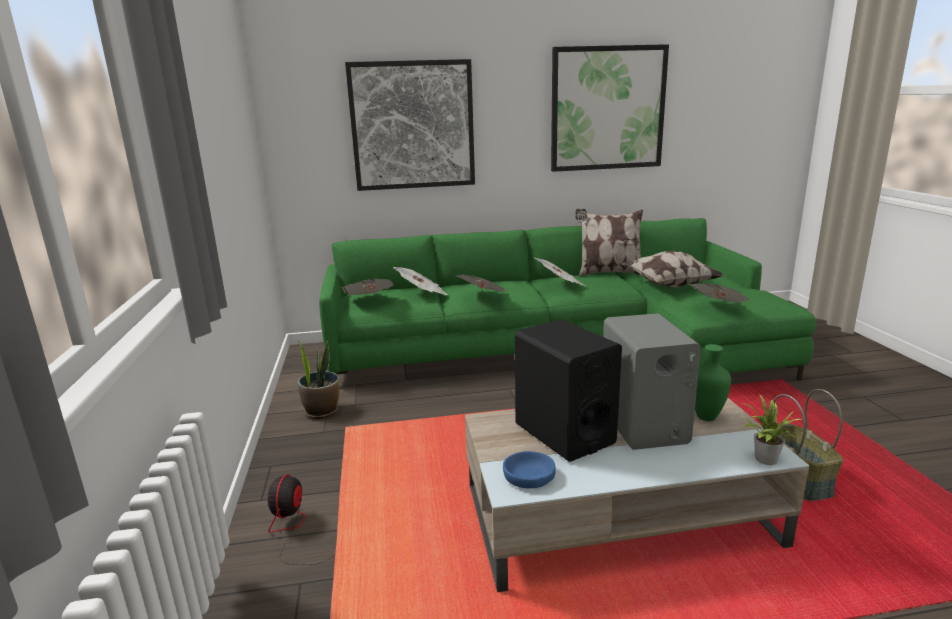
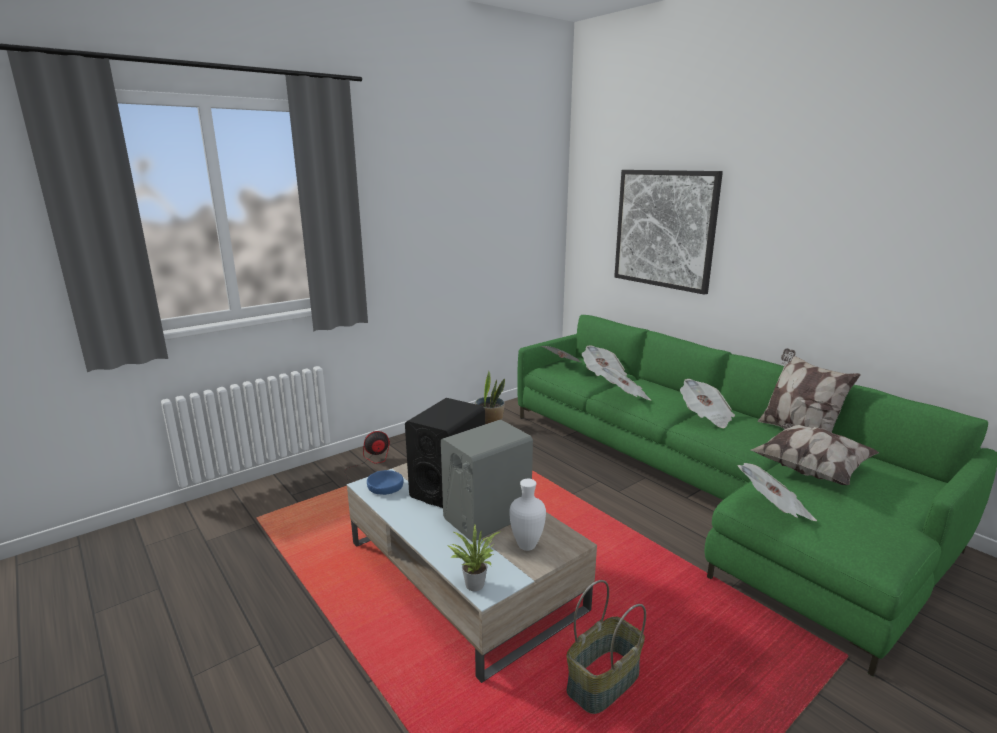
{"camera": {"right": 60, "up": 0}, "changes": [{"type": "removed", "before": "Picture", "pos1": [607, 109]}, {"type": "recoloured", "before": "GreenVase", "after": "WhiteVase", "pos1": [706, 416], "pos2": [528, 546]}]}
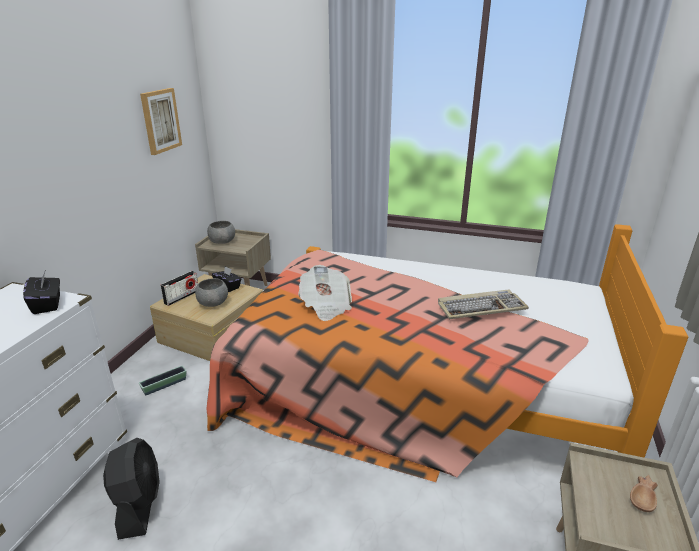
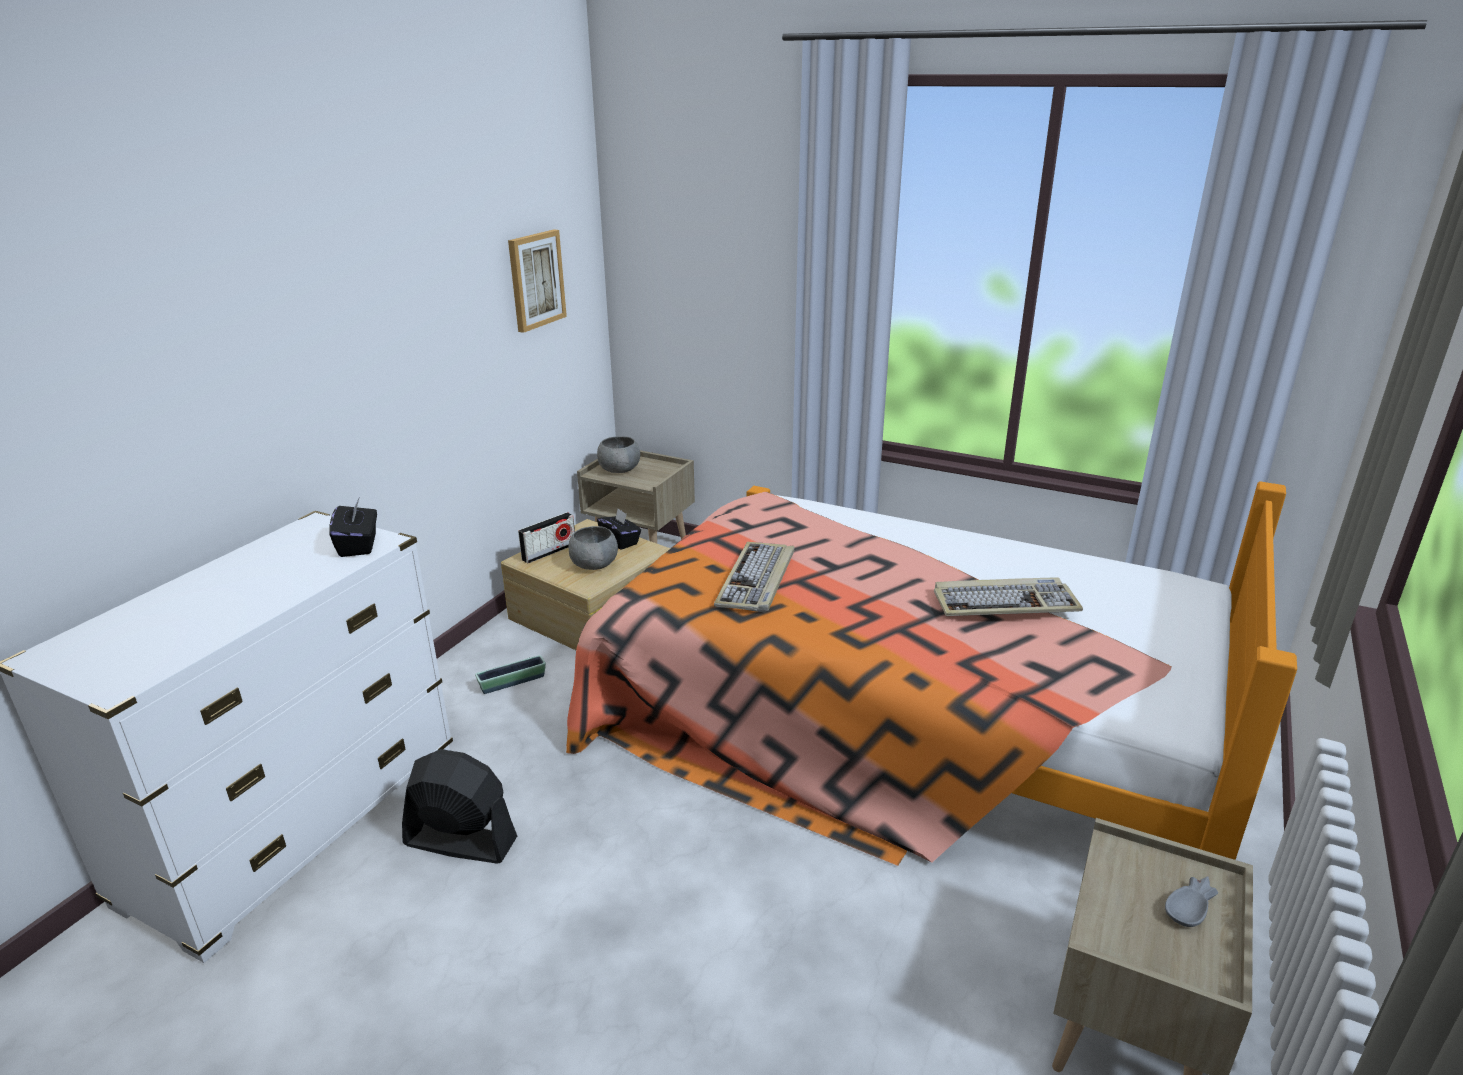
{"camera": {"right": 10, "up": 0}, "changes": [{"type": "turned", "before": "BlackFan", "pos1": [139, 504], "pos2": [460, 841], "turn": -75}, {"type": "replaced", "before": "Newspaper", "after": "Keyboard", "pos1": [325, 306], "pos2": [757, 580]}, {"type": "recoloured", "before": "BrownBowl", "after": "GreyBowl", "pos1": [644, 496], "pos2": [1192, 906]}]}
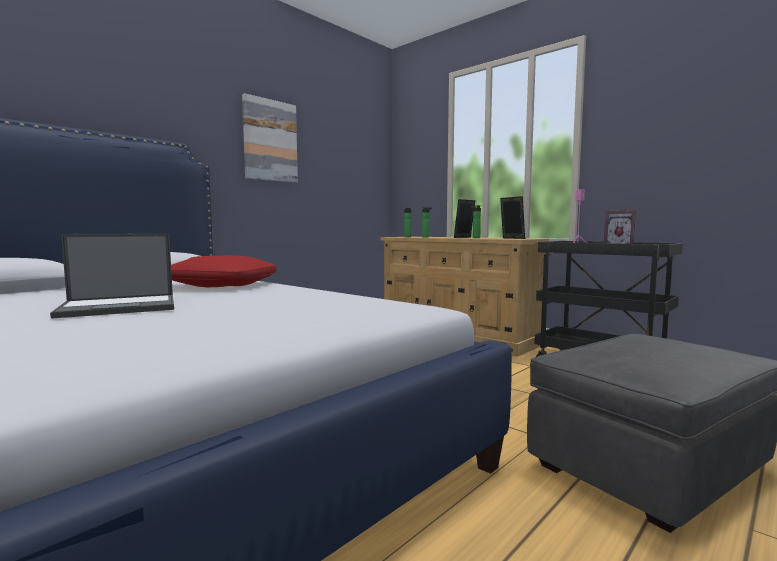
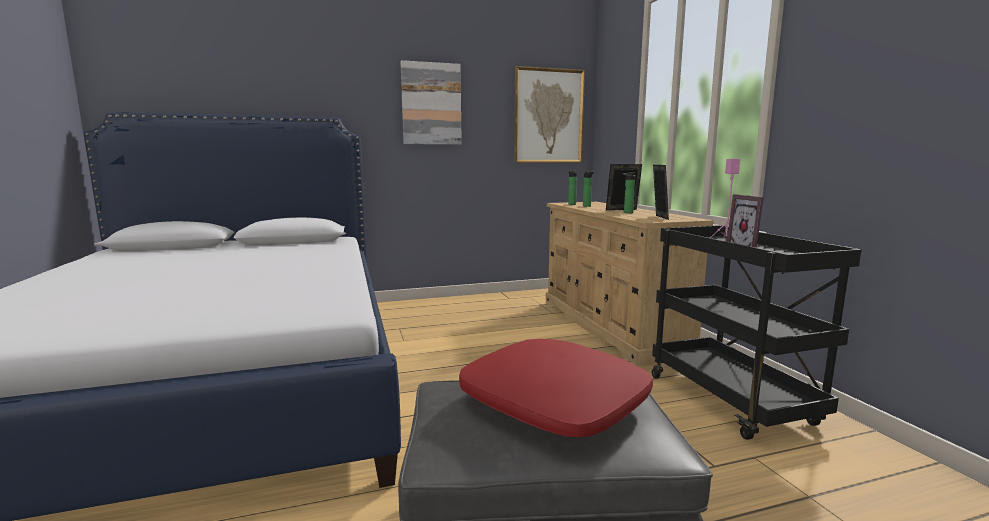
{"camera": {"right": 30, "up": 5}, "changes": [{"type": "removed", "before": "Laptop", "pos1": [121, 307]}, {"type": "moved", "before": "RedPillow", "pos1": [221, 285], "pos2": [553, 403]}, {"type": "added", "after": "Picture", "pos2": [548, 116]}]}
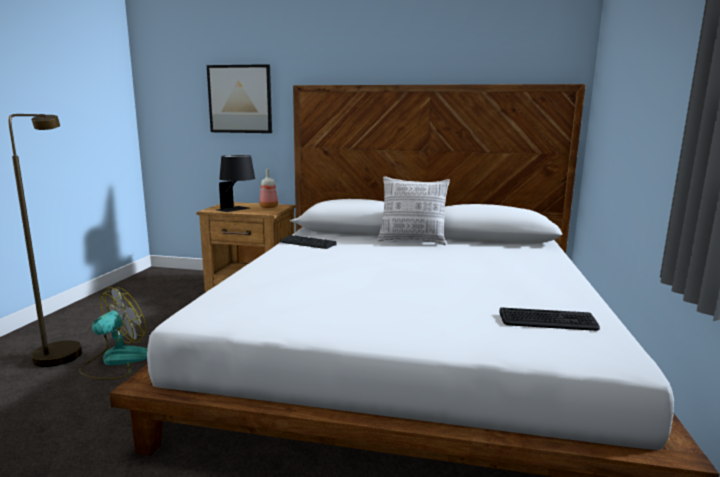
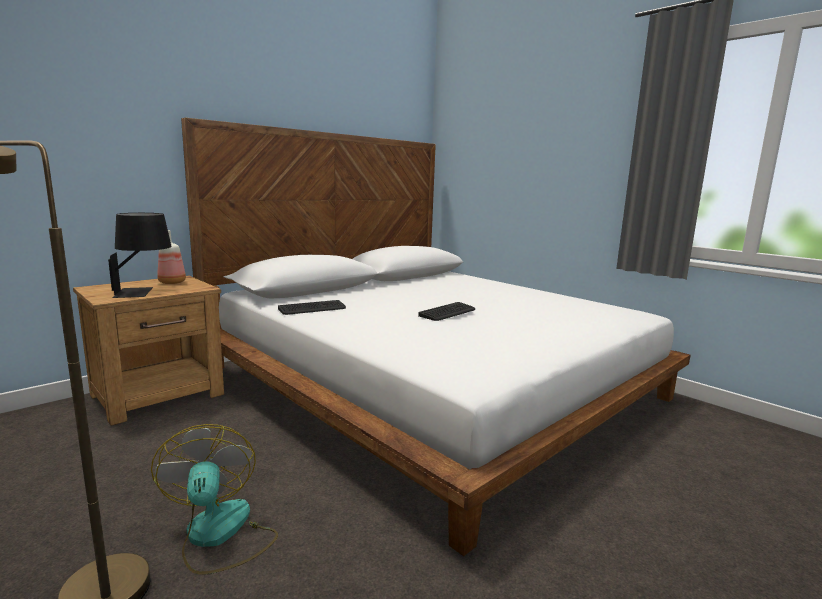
{"camera": {"right": -55, "up": 0}, "changes": [{"type": "removed", "before": "Picture", "pos1": [240, 99]}, {"type": "removed", "before": "Pillow", "pos1": [412, 241]}, {"type": "moved", "before": "Keyboard", "pos1": [547, 321], "pos2": [448, 312]}]}
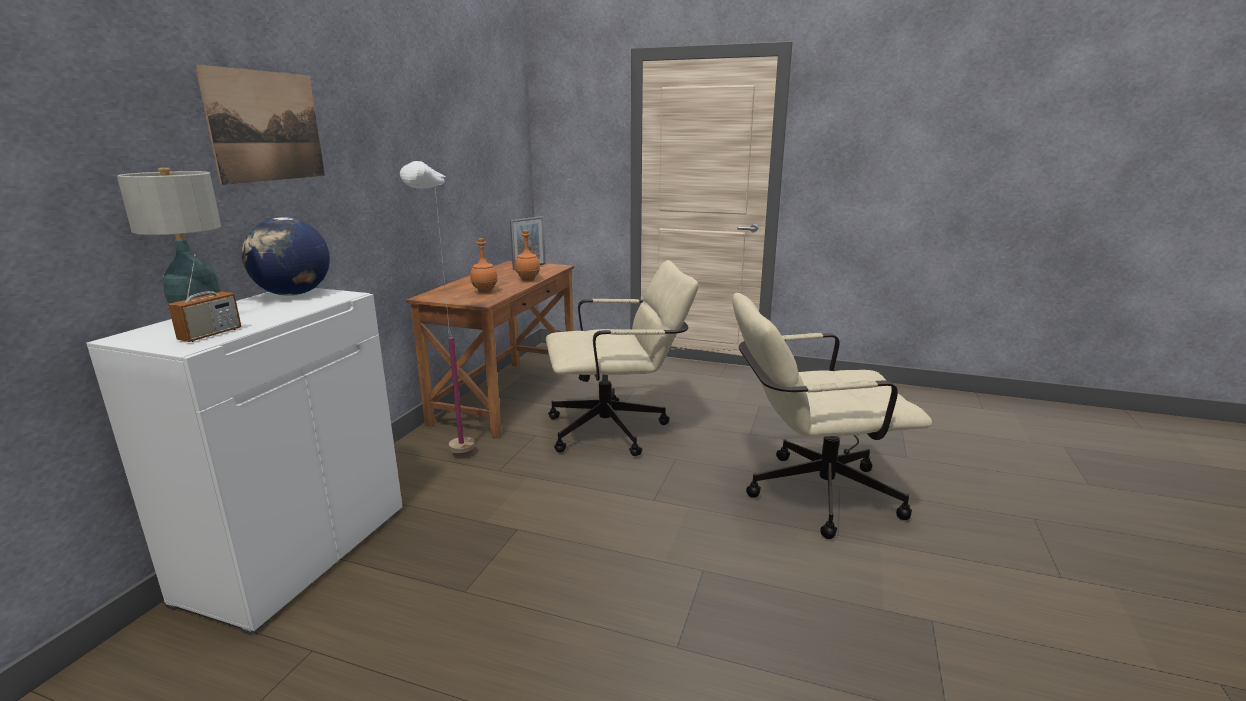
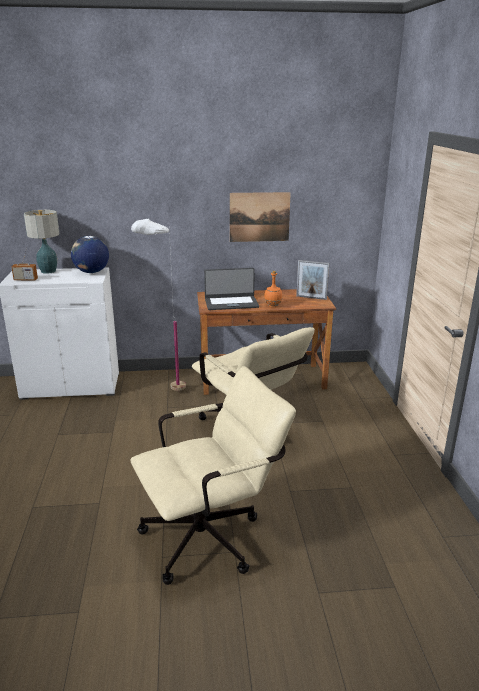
{"camera": {"right": 65, "up": 5}, "changes": [{"type": "moved", "before": "Picture", "pos1": [266, 126], "pos2": [259, 217]}, {"type": "replaced", "before": "OrangeBottle", "after": "Laptop", "pos1": [484, 292], "pos2": [231, 303]}, {"type": "turned", "before": "BeigeOfficeChair", "pos1": [809, 494], "pos2": [212, 536], "turn": 90}]}
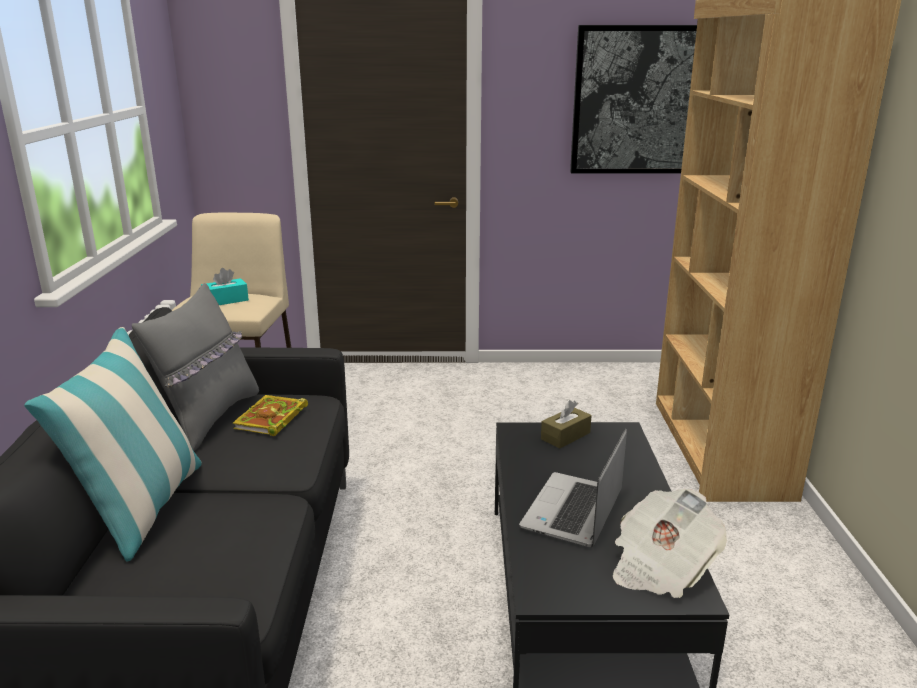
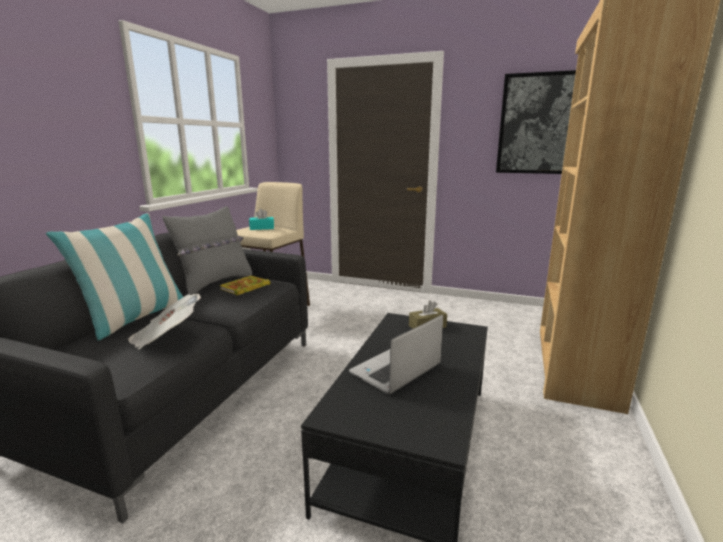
{"camera": {"right": 20, "up": -5}, "changes": [{"type": "moved", "before": "Newspaper", "pos1": [660, 566], "pos2": [166, 337]}]}
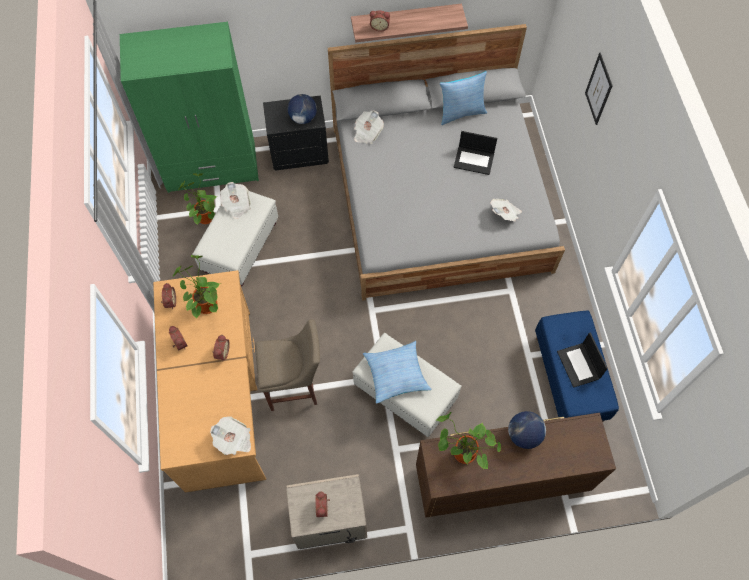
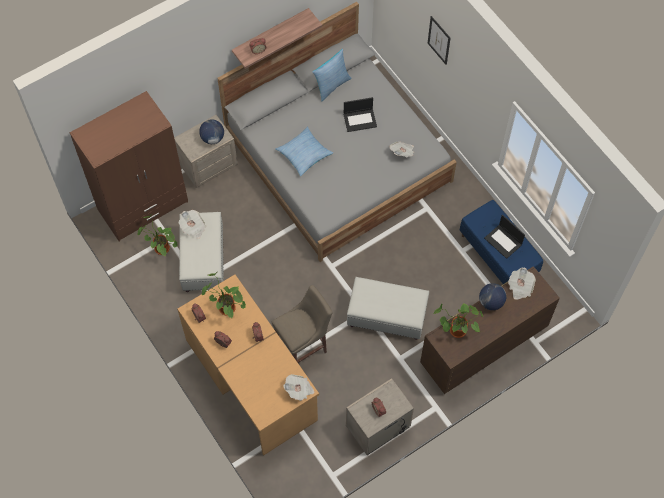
{"camera": {"right": -25, "up": 0}, "changes": [{"type": "recoloured", "before": "GreenWardrobe", "after": "BrownWardrobe", "pos1": [212, 167], "pos2": [143, 206]}, {"type": "recoloured", "before": "BlackNightstand", "after": "BeigeNightstand", "pos1": [299, 152], "pos2": [208, 165]}, {"type": "moved", "before": "Newspaper", "pos1": [367, 133], "pos2": [520, 287]}, {"type": "moved", "before": "Pillow", "pos1": [396, 374], "pos2": [304, 154]}]}
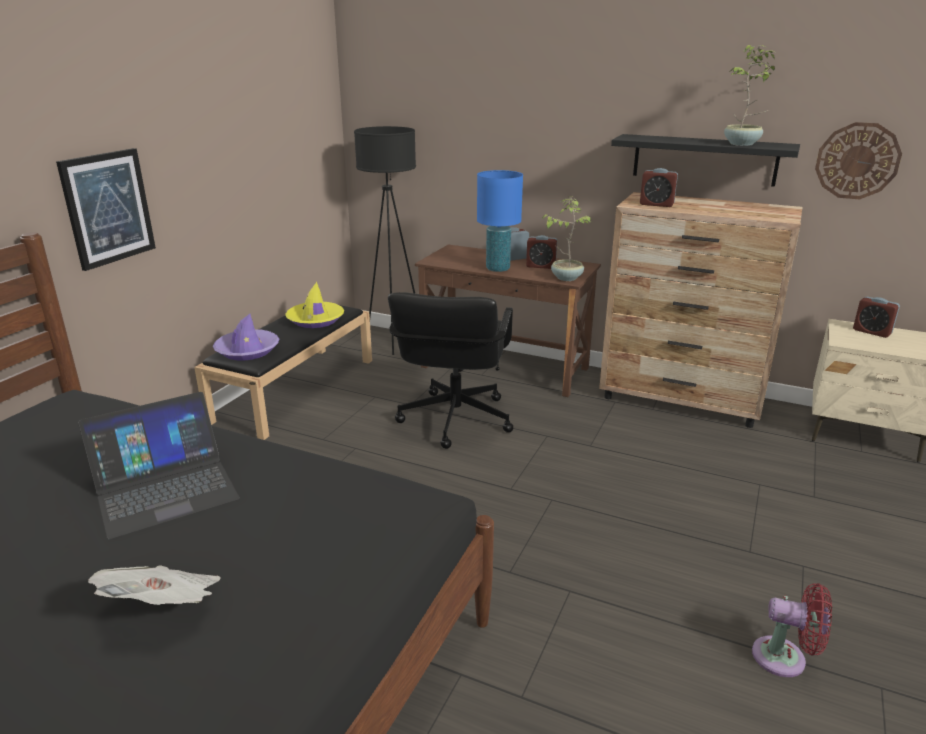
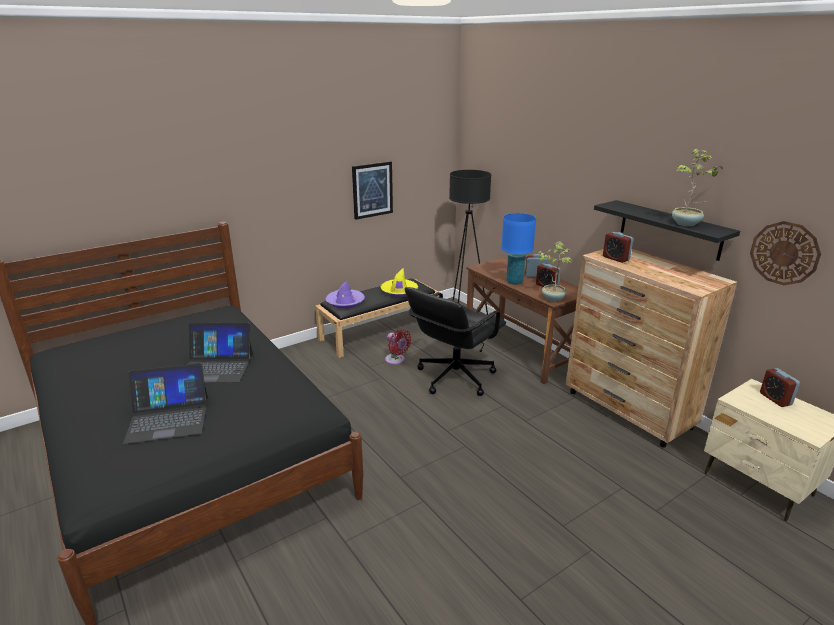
{"camera": {"right": 30, "up": 0}, "changes": [{"type": "moved", "before": "Picture", "pos1": [108, 208], "pos2": [372, 190]}, {"type": "replaced", "before": "Newspaper", "after": "Laptop", "pos1": [165, 606], "pos2": [168, 418]}, {"type": "moved", "before": "RedFan", "pos1": [785, 658], "pos2": [396, 360]}]}
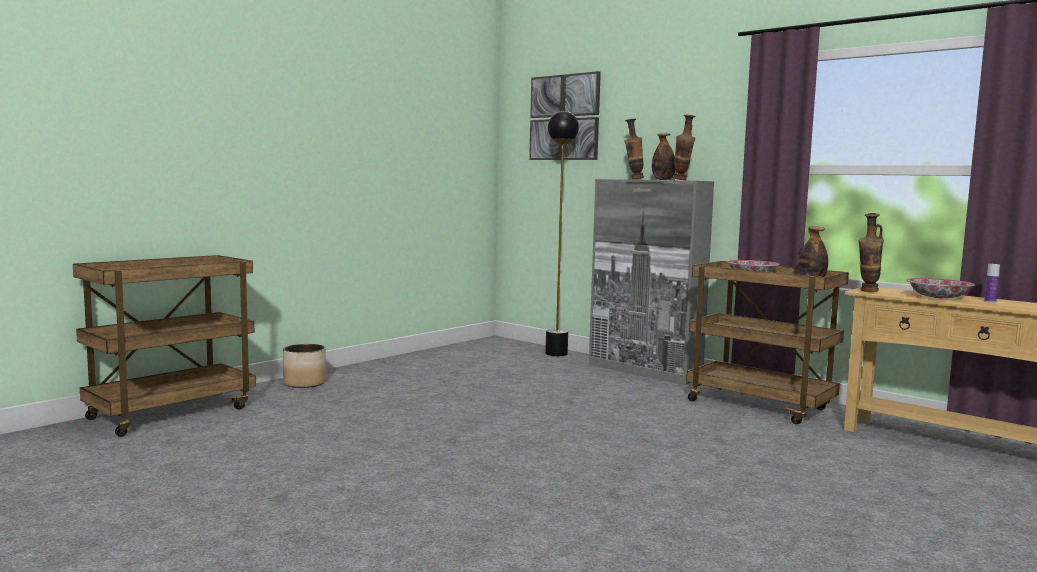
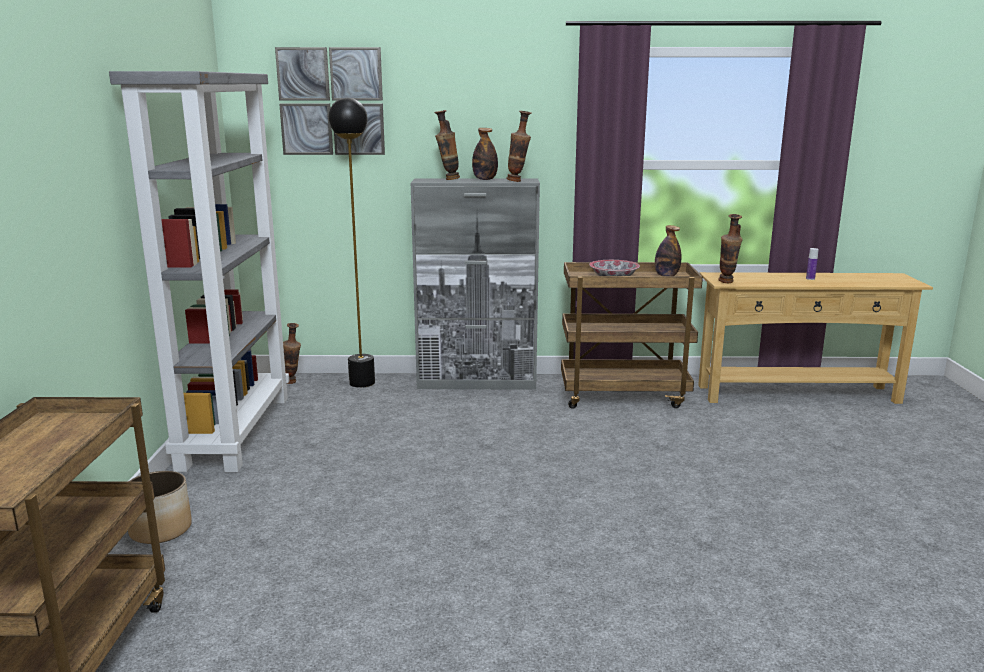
{"camera": {"right": -40, "up": 10}, "changes": [{"type": "removed", "before": "Bowl", "pos1": [937, 297]}, {"type": "added", "after": "GreyBookcase", "pos2": [235, 430]}, {"type": "added", "after": "Vase", "pos2": [293, 382]}]}
